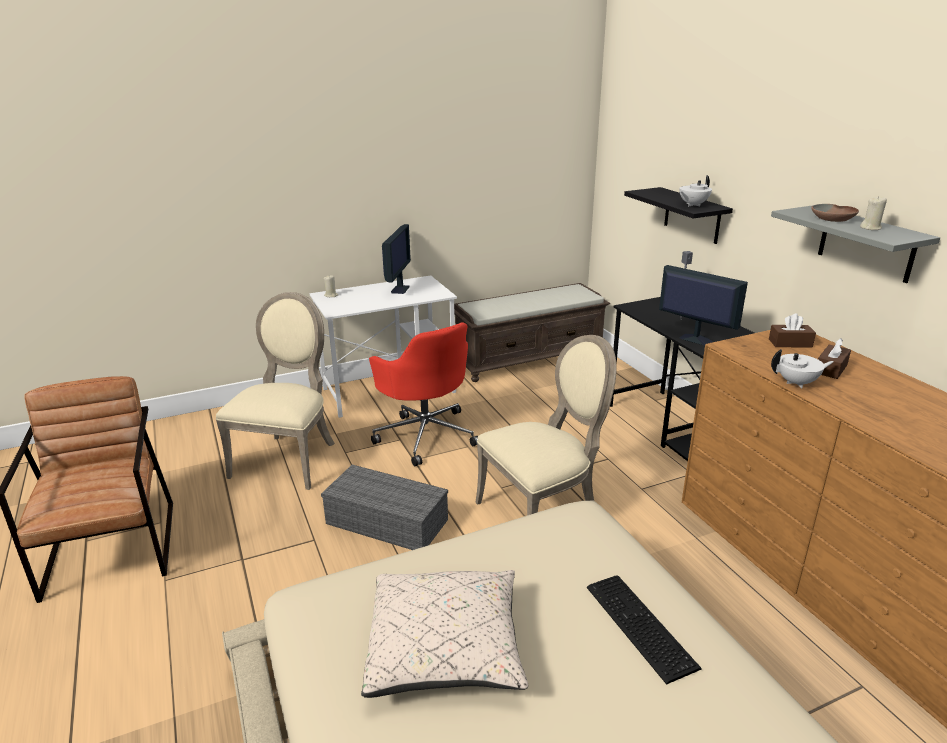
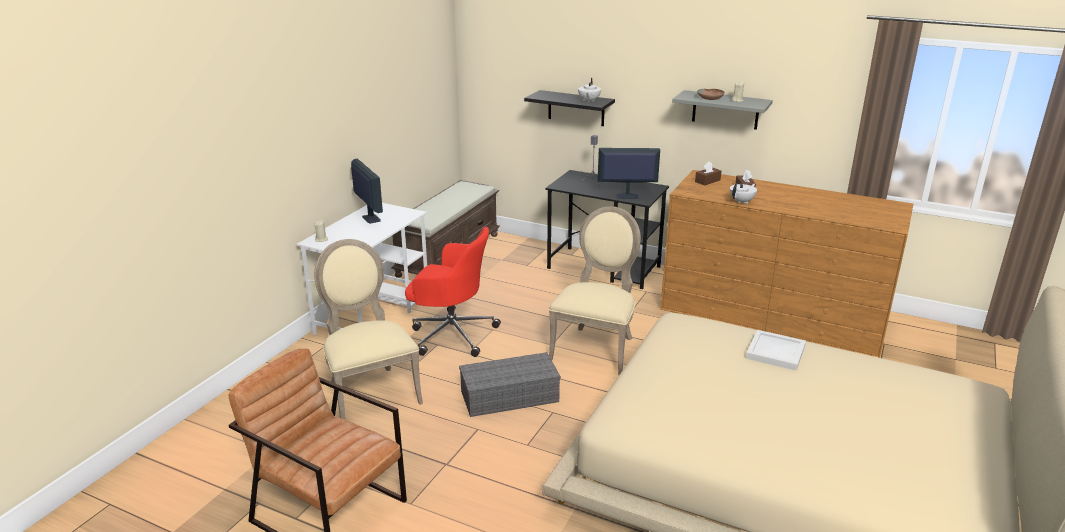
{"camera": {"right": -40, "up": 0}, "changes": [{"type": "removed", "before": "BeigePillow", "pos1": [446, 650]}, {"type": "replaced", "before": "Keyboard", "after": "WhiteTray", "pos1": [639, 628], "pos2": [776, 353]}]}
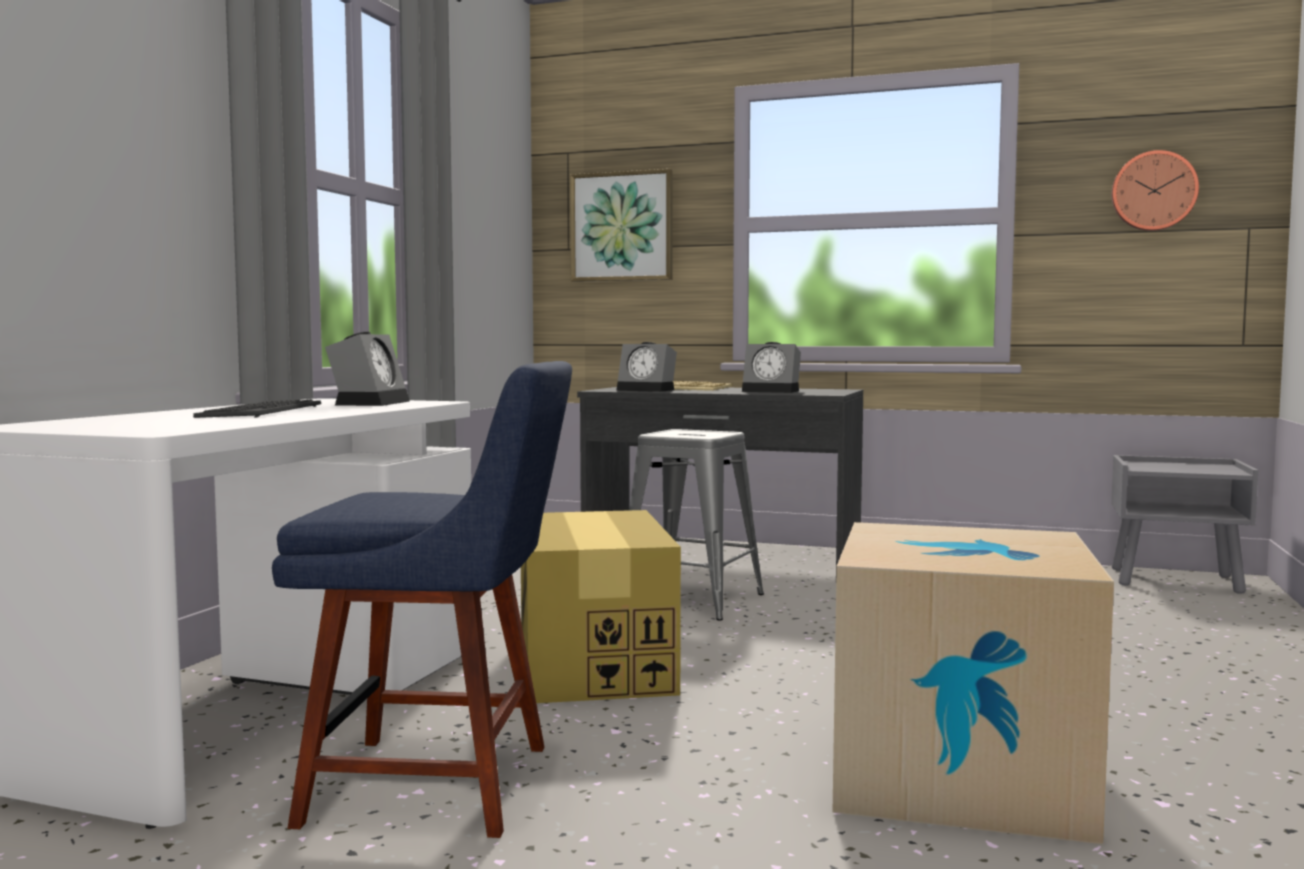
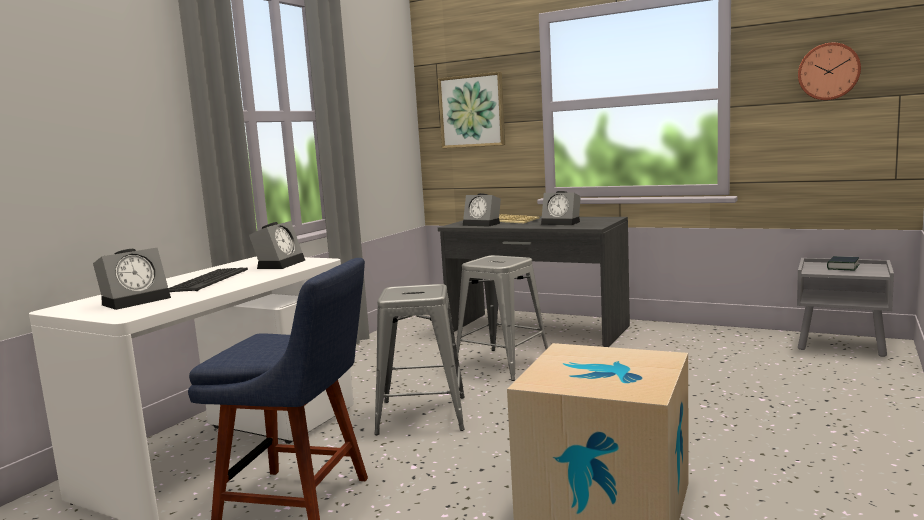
{"camera": {"right": 10, "up": 5}, "changes": [{"type": "replaced", "before": "CardboardBox", "after": "GreyStool", "pos1": [593, 664], "pos2": [421, 415]}, {"type": "added", "after": "AlarmClock", "pos2": [137, 300]}, {"type": "added", "after": "Book", "pos2": [842, 267]}]}
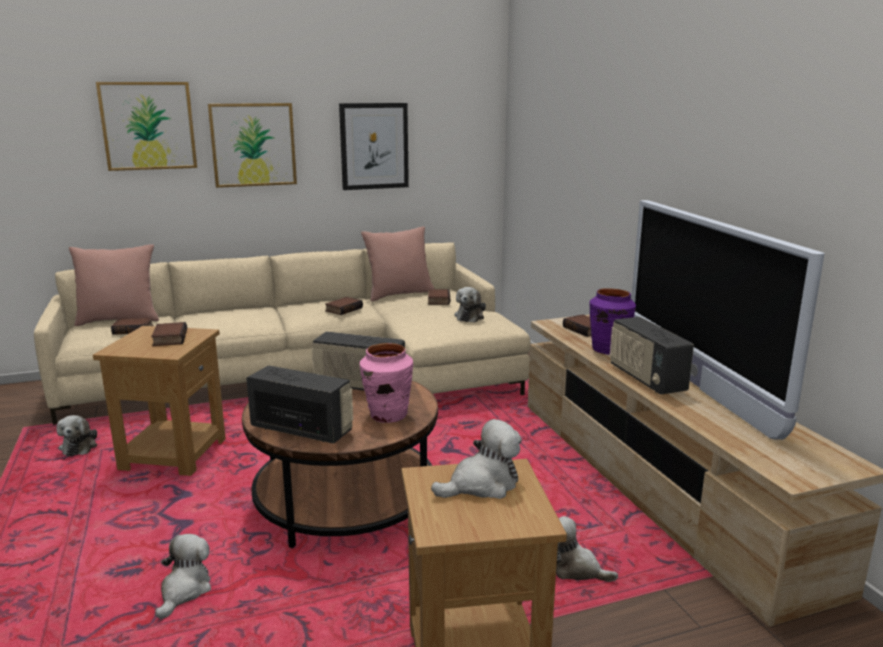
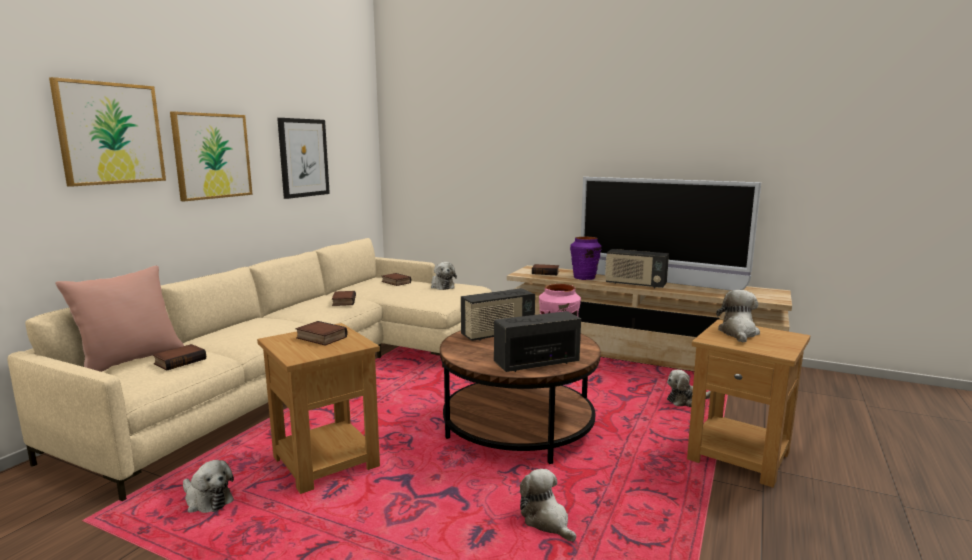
{"camera": {"right": -45, "up": -5}, "changes": [{"type": "removed", "before": "PinkPillow", "pos1": [399, 294]}]}
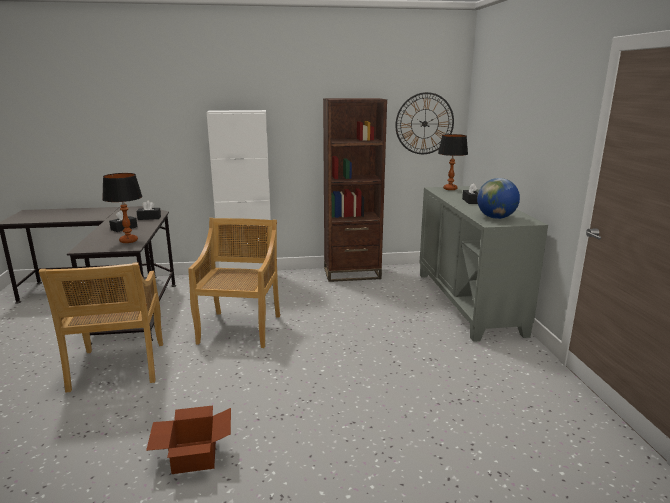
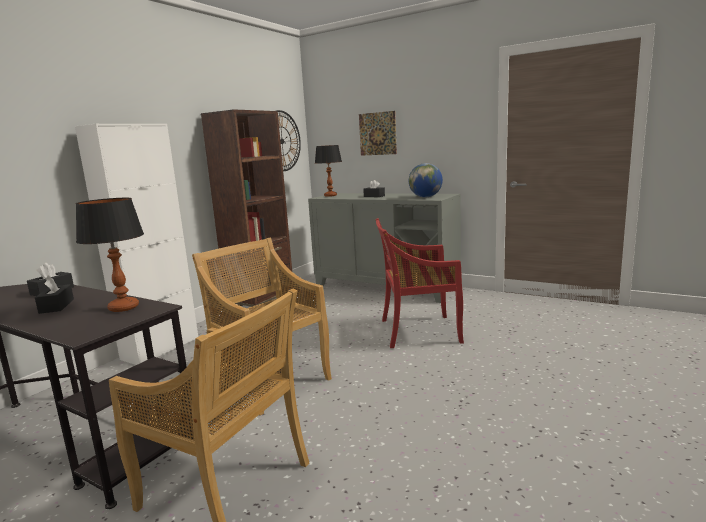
{"camera": {"right": -50, "up": -5}, "changes": [{"type": "removed", "before": "CardboardBox", "pos1": [193, 456]}, {"type": "added", "after": "Picture", "pos2": [377, 133]}, {"type": "added", "after": "RedChair", "pos2": [418, 331]}]}
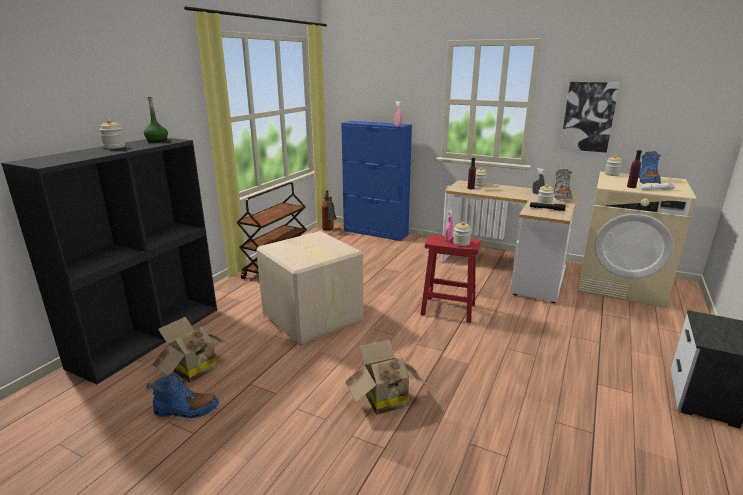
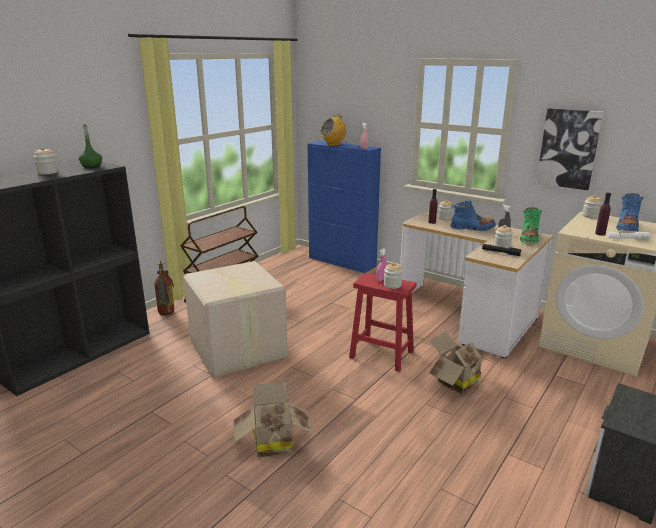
{"camera": {"right": 10, "up": 0}, "changes": [{"type": "moved", "before": "BlueBoot", "pos1": [186, 410], "pos2": [472, 228]}, {"type": "moved", "before": "CardboardBox", "pos1": [192, 370], "pos2": [454, 382]}, {"type": "moved", "before": "FireExtinguisher", "pos1": [329, 230], "pos2": [166, 315]}, {"type": "recoloured", "before": "GreyBoot", "after": "GreenBoot", "pos1": [561, 197], "pos2": [529, 238]}, {"type": "added", "after": "Radio", "pos2": [333, 144]}]}
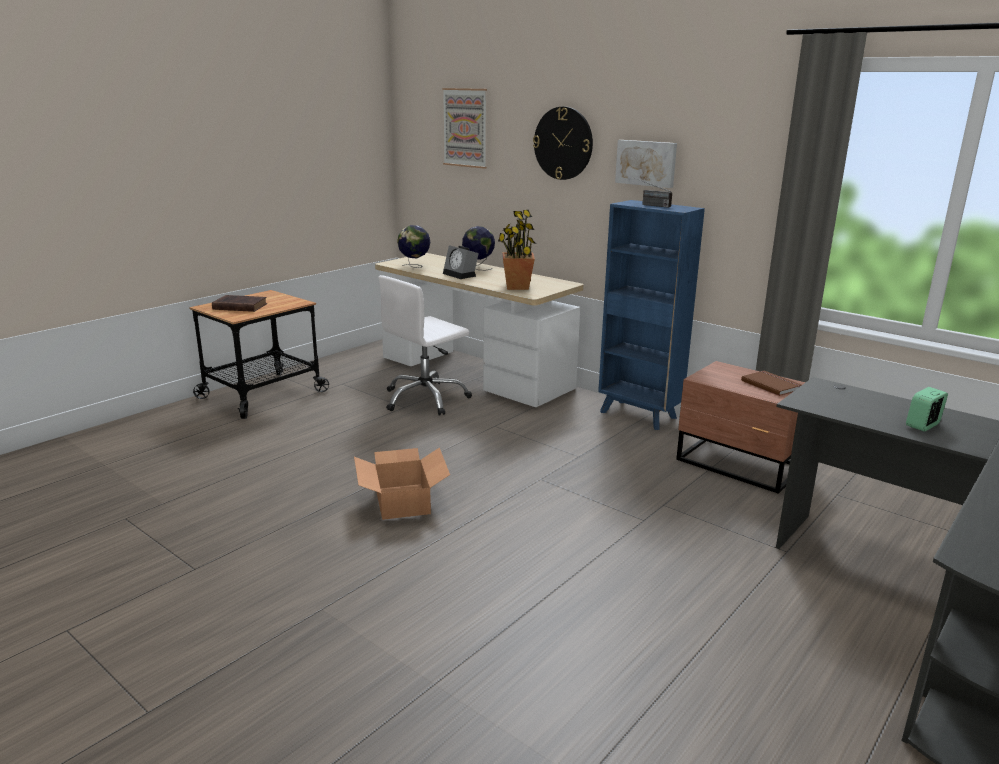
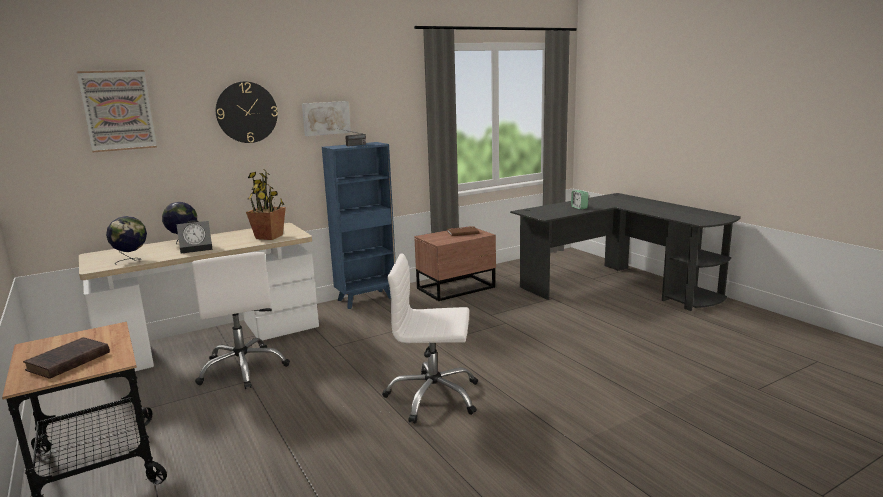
{"camera": {"right": -70, "up": -5}, "changes": [{"type": "replaced", "before": "CardboardBox", "after": "WhiteOfficeChair", "pos1": [403, 501], "pos2": [433, 397]}]}
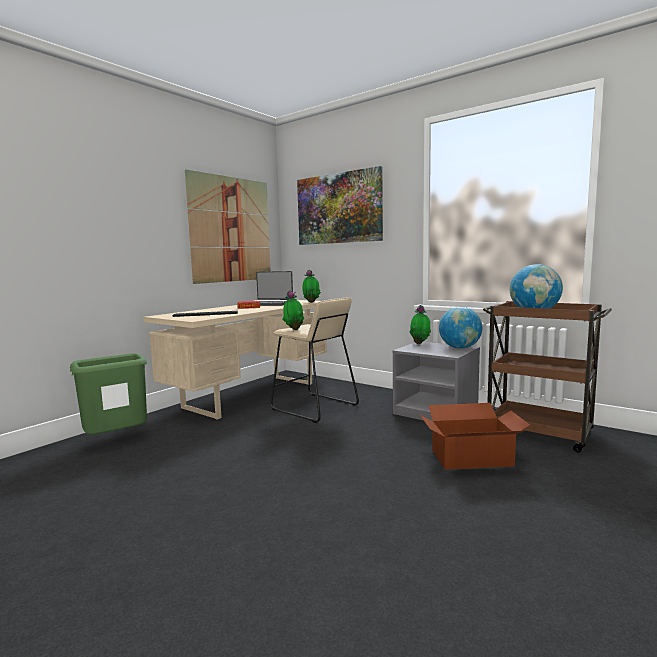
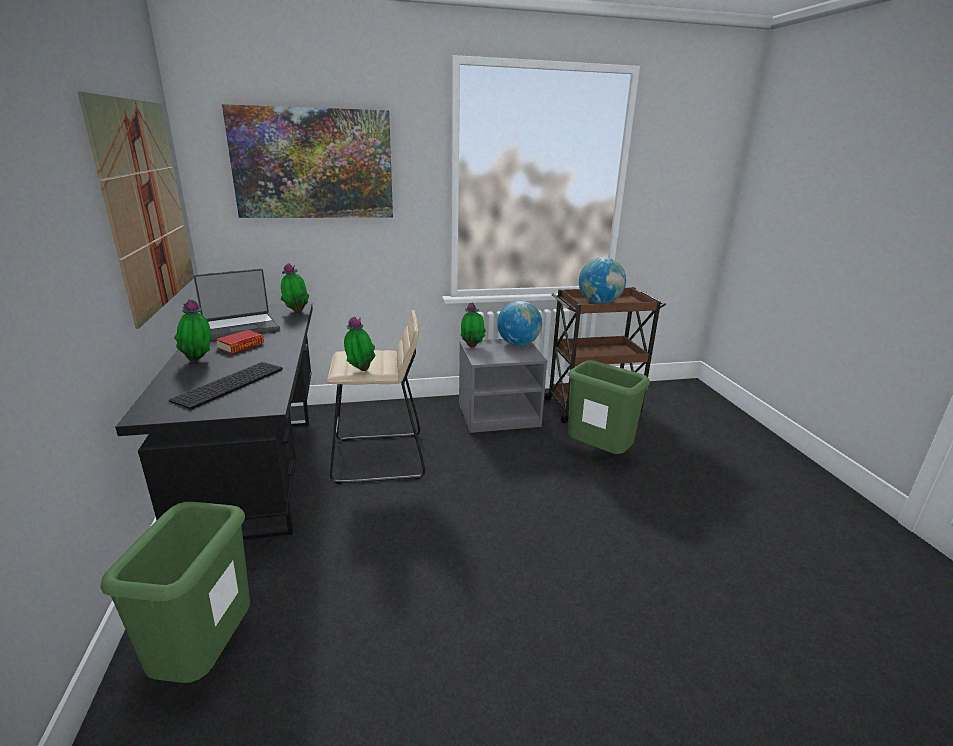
{"camera": {"right": -50, "up": 15}, "changes": [{"type": "recoloured", "before": "BeigeDesk", "after": "BlackDesk", "pos1": [251, 394], "pos2": [259, 472]}, {"type": "replaced", "before": "CardboardBox", "after": "GreenTrashCan", "pos1": [472, 458], "pos2": [598, 455]}, {"type": "added", "after": "PottedPlant", "pos2": [199, 360]}]}
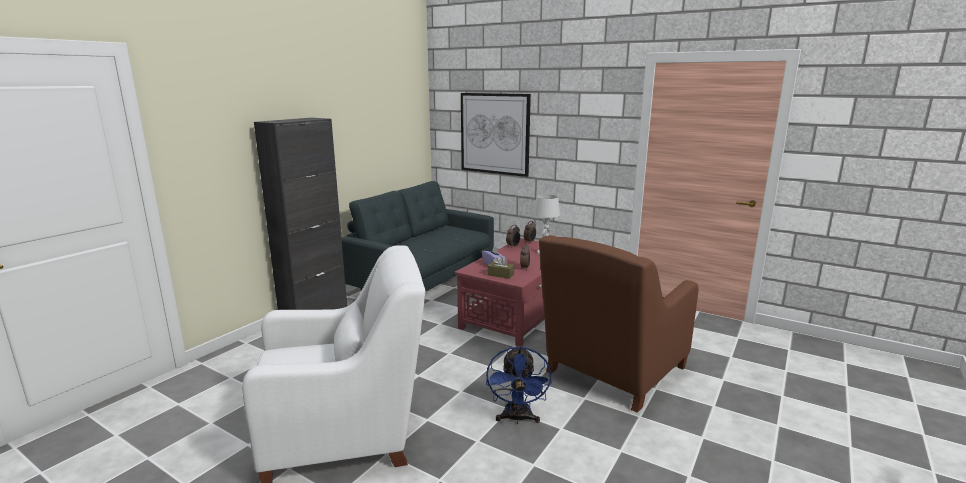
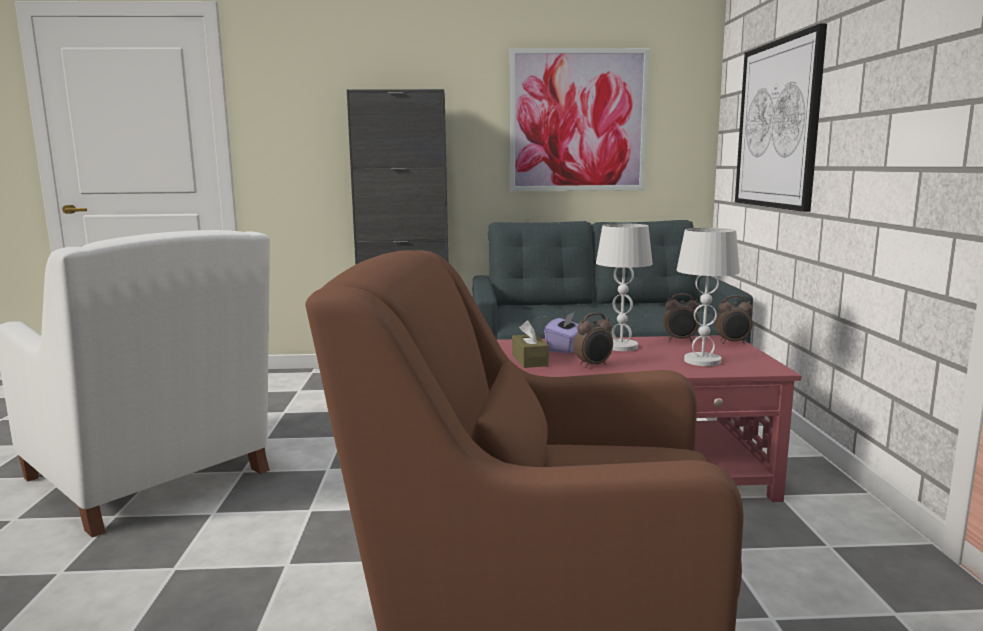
{"camera": {"right": 55, "up": -5}, "changes": [{"type": "removed", "before": "BlueFan", "pos1": [517, 418]}, {"type": "added", "after": "Picture", "pos2": [578, 121]}, {"type": "added", "after": "WhiteTableLamp", "pos2": [621, 346]}]}
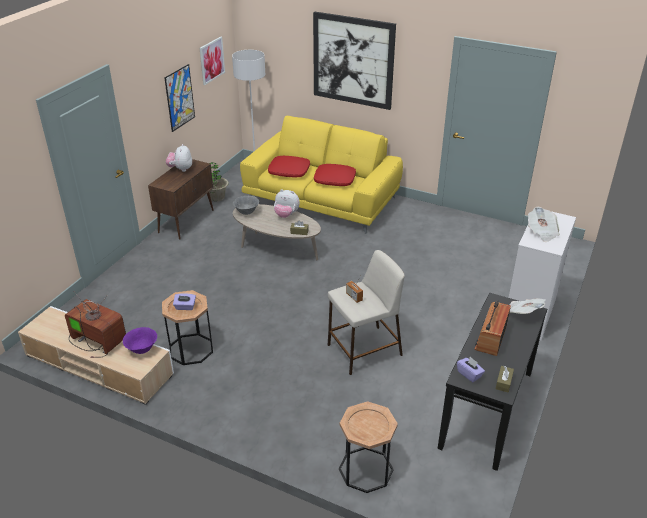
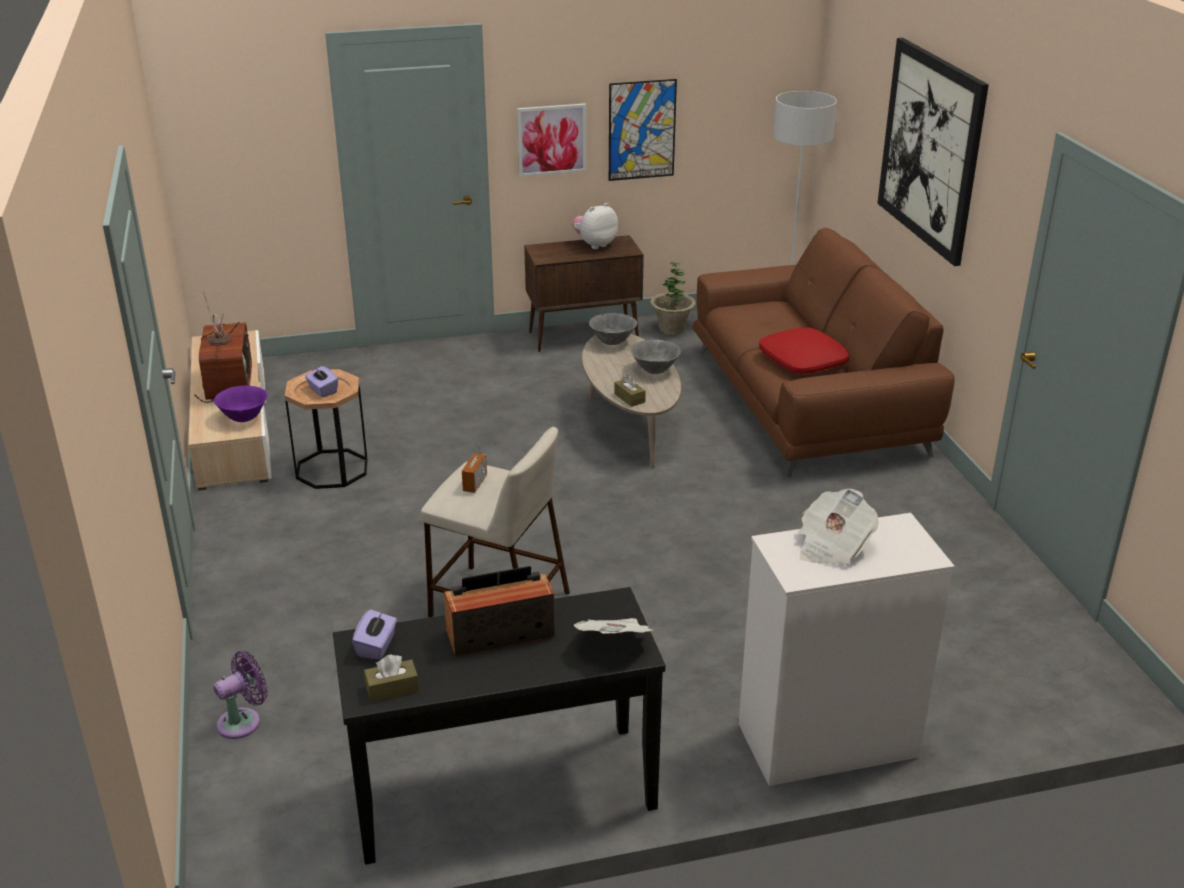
{"camera": {"right": 50, "up": -5}, "changes": [{"type": "moved", "before": "Picture", "pos1": [211, 60], "pos2": [551, 139]}, {"type": "recoloured", "before": "YellowSofa", "after": "BrownSofa", "pos1": [321, 200], "pos2": [808, 402]}, {"type": "removed", "before": "RedPillow", "pos1": [289, 171]}, {"type": "replaced", "before": "PlushToy", "after": "GreyBowl", "pos1": [286, 215], "pos2": [655, 371]}, {"type": "replaced", "before": "BrownSideTable", "after": "PurpleFan", "pos1": [366, 469], "pos2": [243, 721]}]}
